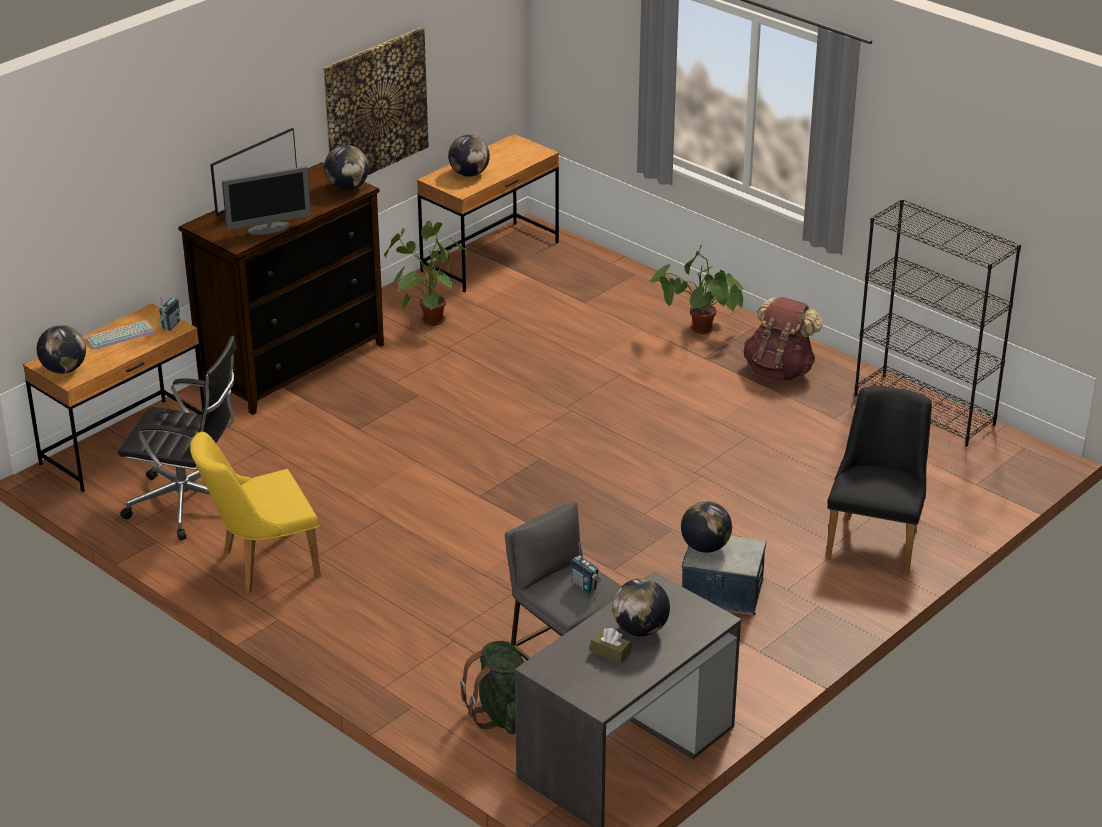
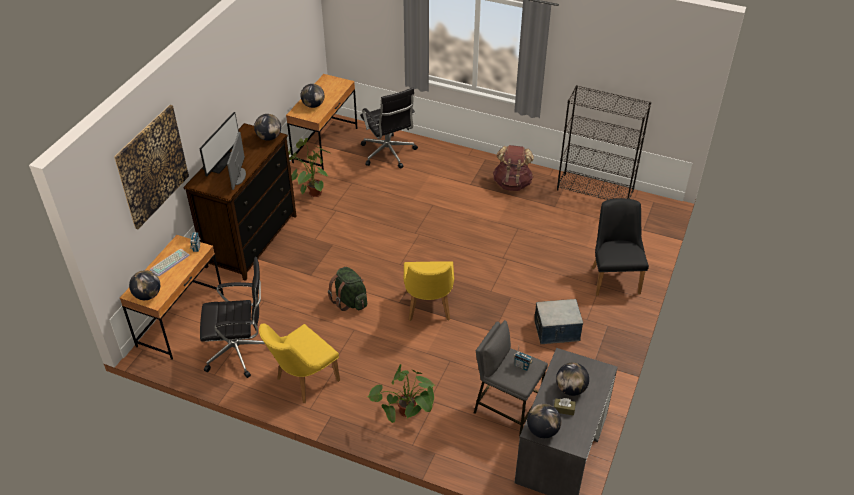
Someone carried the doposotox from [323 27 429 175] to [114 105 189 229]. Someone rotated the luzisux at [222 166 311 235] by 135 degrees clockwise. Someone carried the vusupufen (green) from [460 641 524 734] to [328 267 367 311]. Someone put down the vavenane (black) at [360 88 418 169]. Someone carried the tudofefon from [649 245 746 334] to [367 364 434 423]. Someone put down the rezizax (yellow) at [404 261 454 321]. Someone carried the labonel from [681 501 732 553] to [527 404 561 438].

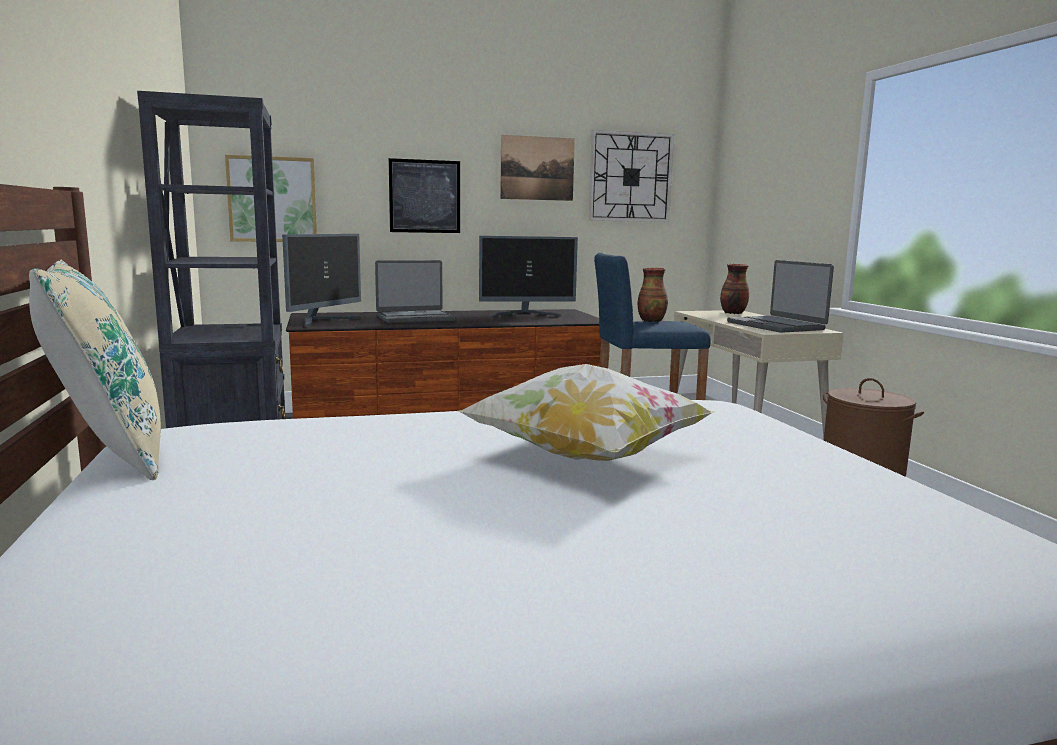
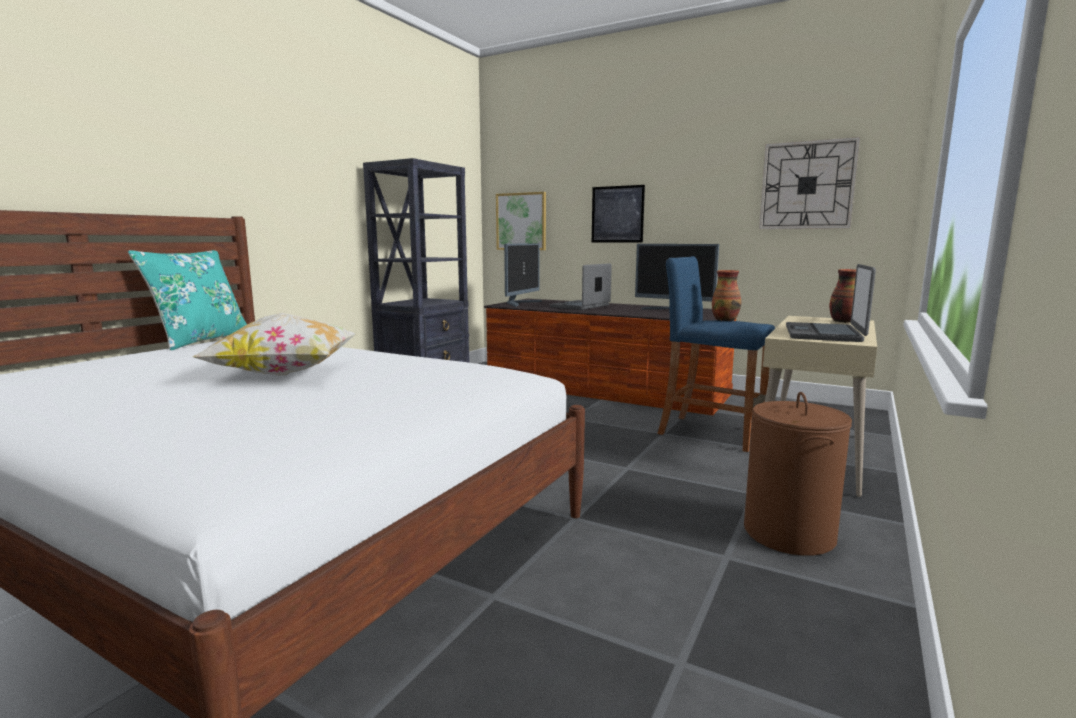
Someone repainted the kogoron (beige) at [29 260 161 480], which became the kogoron (turquoise) at [128 250 247 350]. Someone rotated the luzisux at [282 234 361 327] by 45 degrees counterclockwise. Someone rotated the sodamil at [375 260 456 323] by 105 degrees clockwise. Someone took away the doposotox at [500 135 575 201].

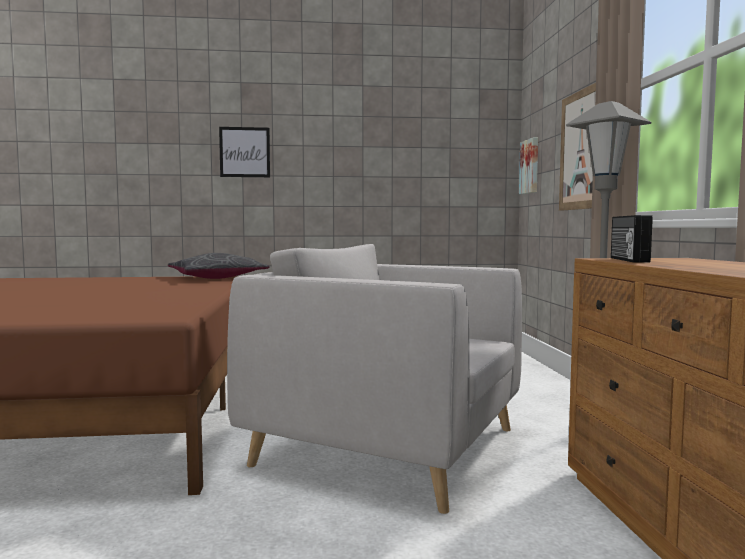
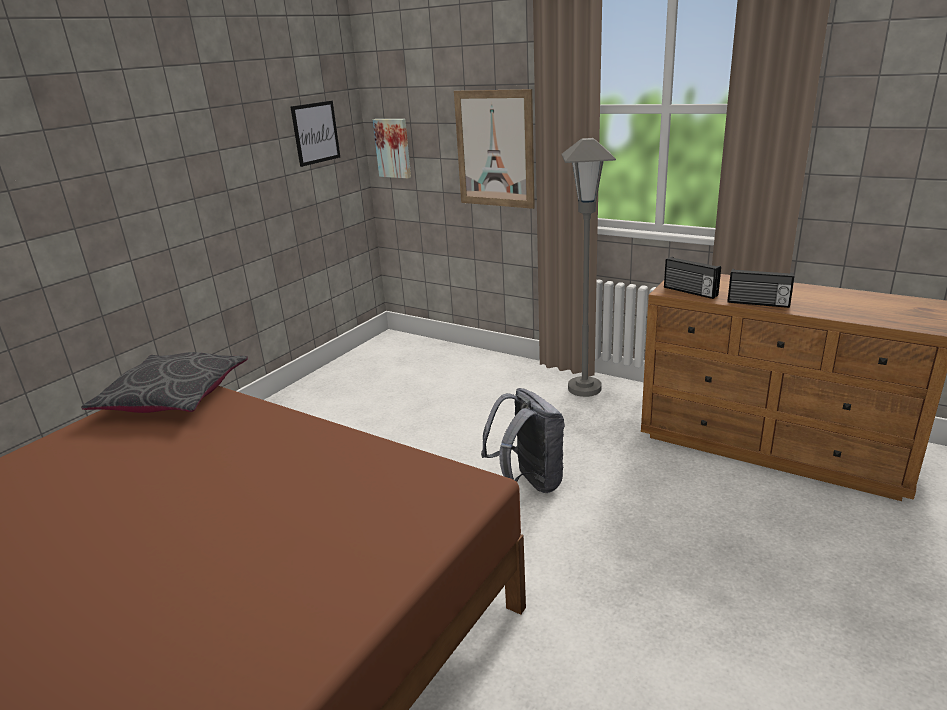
Someone carried the doposotox from [219 127 270 177] to [290 101 340 167]. Someone swapped the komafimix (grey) at [227 244 522 514] for the vusupufen (grey) at [481 388 565 493]. Someone put down the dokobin at [727 269 794 308].

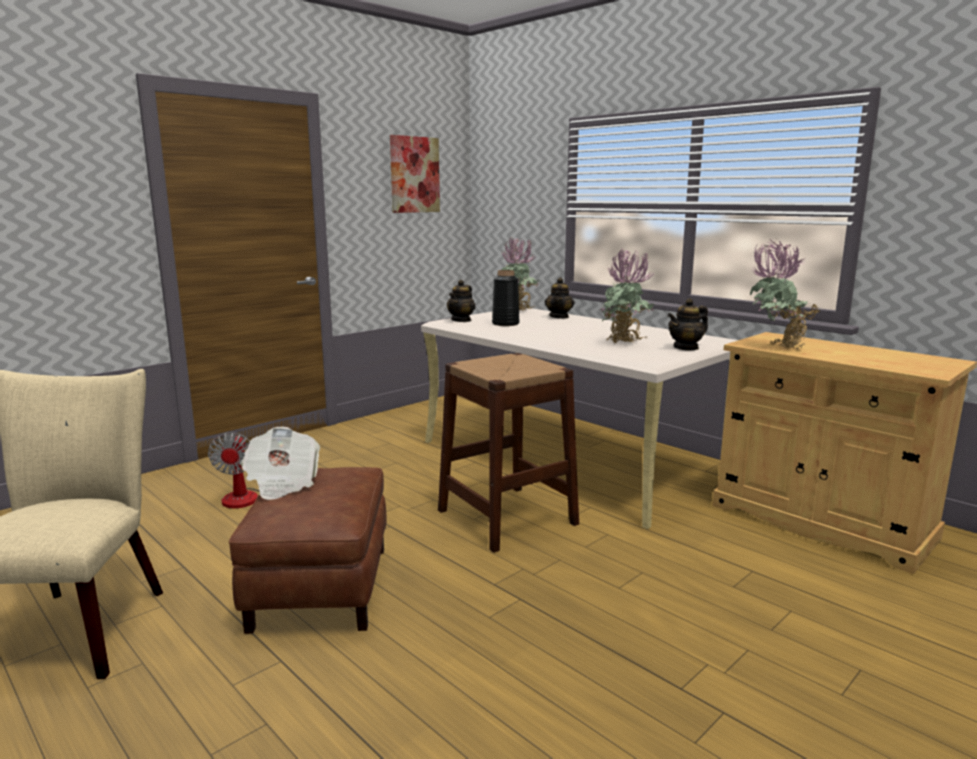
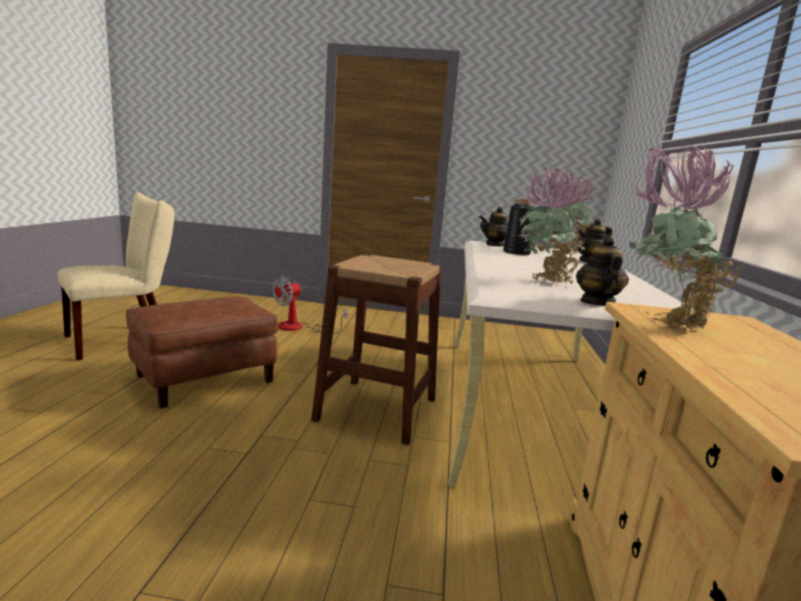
Someone rotated the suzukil at [667 298 708 351] by 75 degrees clockwise. Someone took away the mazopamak at [241 427 320 500]. Someone took away the doposotox at [390 135 440 213].

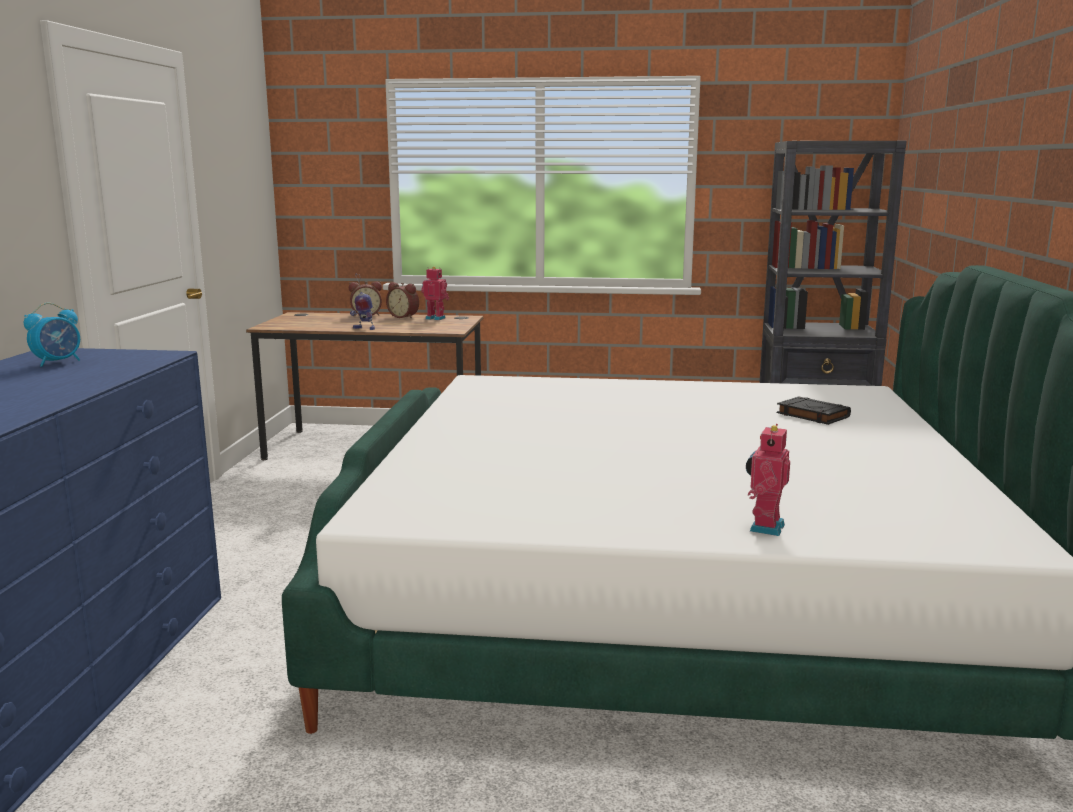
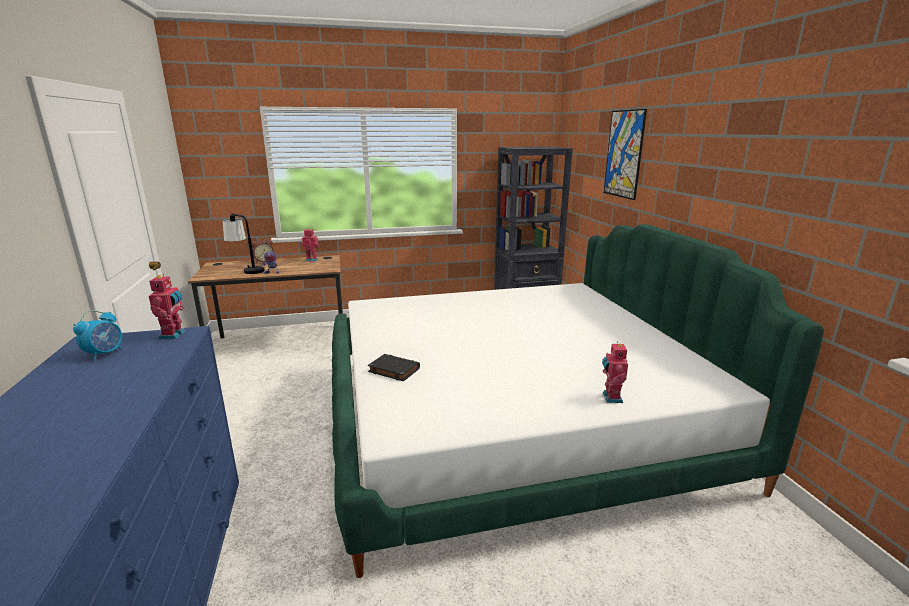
Someone put down the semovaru at [149 274 185 339]. Someone put down the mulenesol at [223 213 265 274]. Someone carried the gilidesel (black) from [777 397 851 425] to [368 354 420 382]. Someone put up the doposotox at [604 109 647 200]. Someone took away the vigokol at [386 282 419 319].

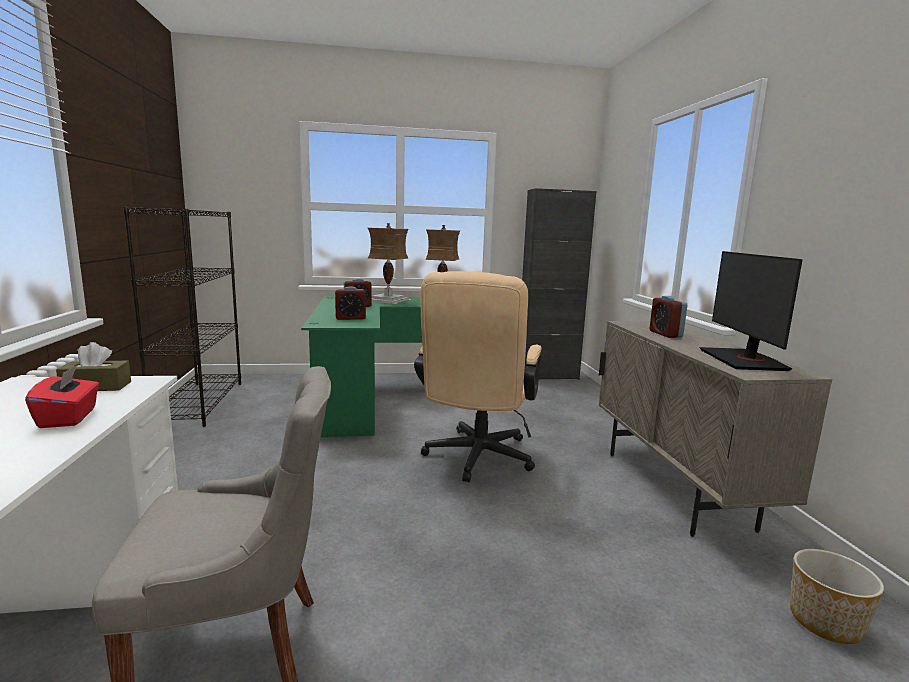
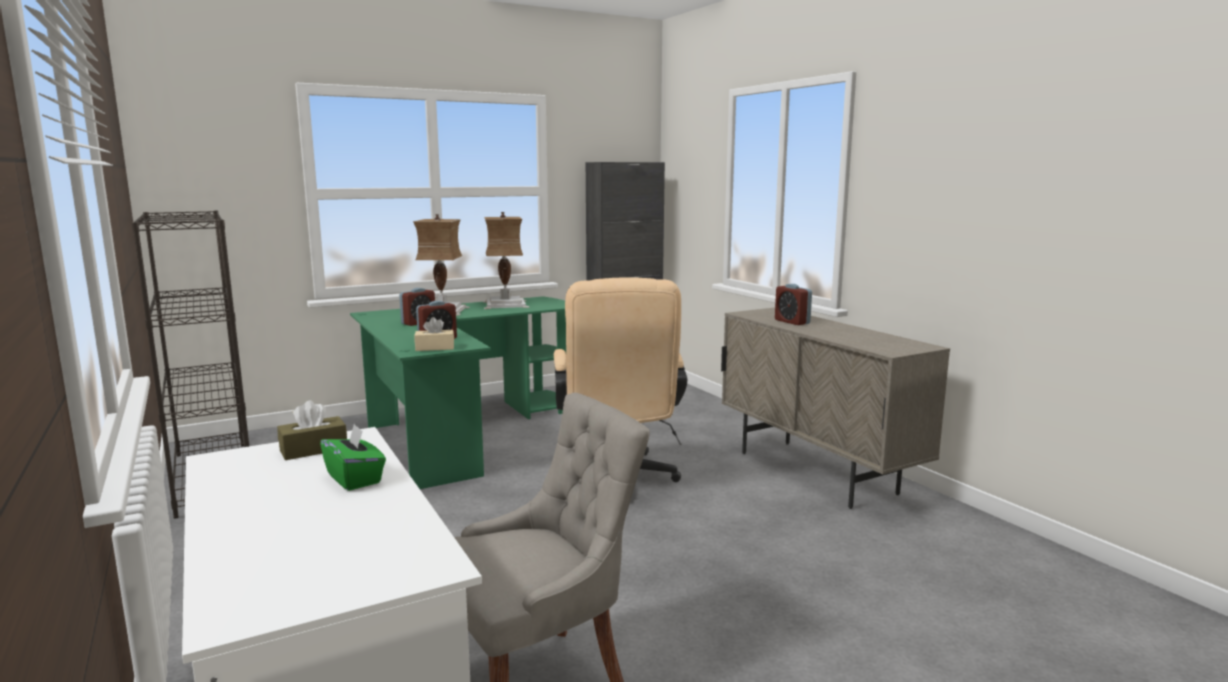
Someone repainted the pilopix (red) at [25 365 99 428], which became the pilopix (green) at [320 424 386 491]. Someone put down the pilopix (beige) at [414 317 454 351]. Someone took away the luzisux at [699 251 803 371]. Someone took away the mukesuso at [790 549 884 644].

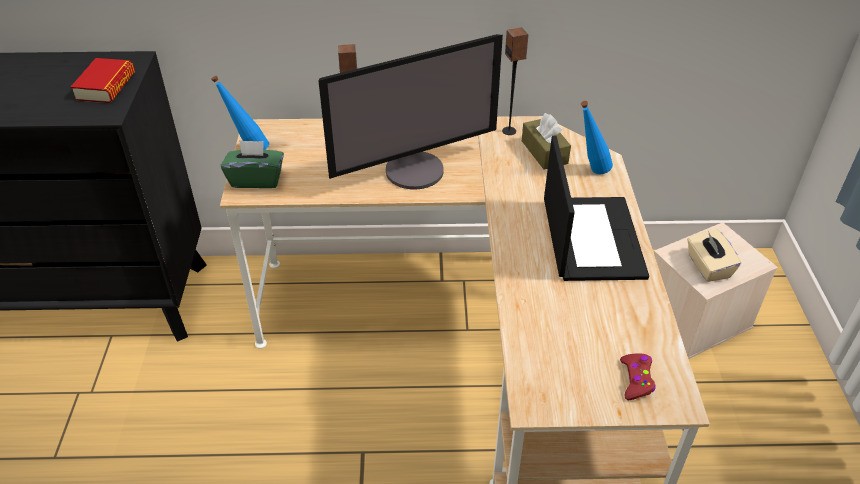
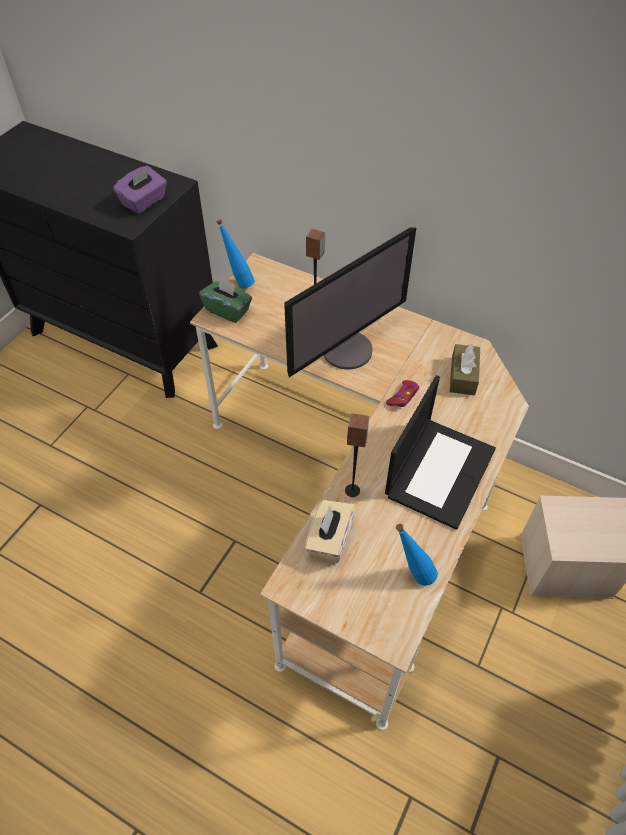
Someone swapped the gilidesel at [71 58 135 103] for the pilopix (purple) at [113 166 167 214]. Someone rotated the luzisux at [319 34 503 190] by 45 degrees counterclockwise. Someone carried the pilopix (beige) from [687 228 741 282] to [305 500 356 563]. Someone carried the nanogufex from [502 27 529 135] to [345 413 369 497]. Someone carried the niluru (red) from [620 353 656 400] to [386 380 419 407]. Someone carried the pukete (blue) from [581 101 613 174] to [396 524 438 586].

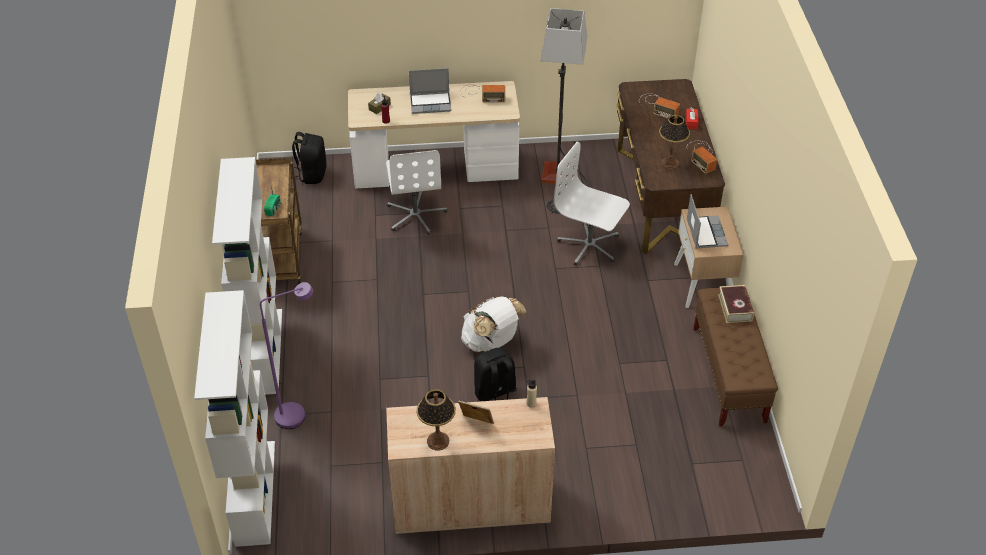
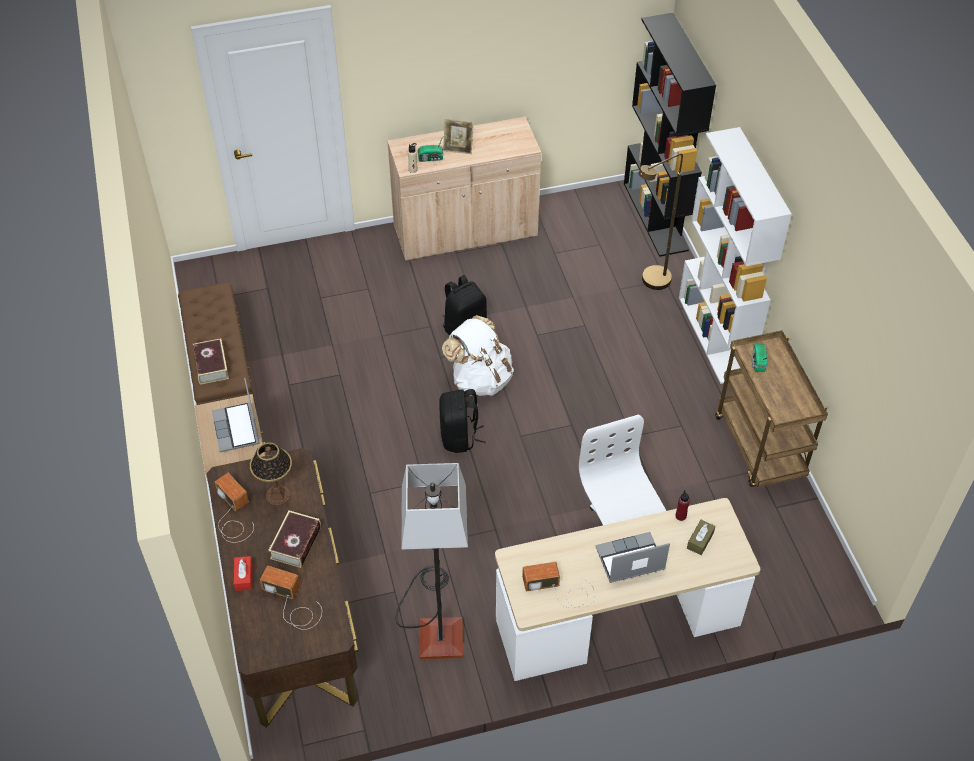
Someone put down the gilidesel at [268 511 321 568]. Someone put down the dokobin at [418 135 444 162]. Someone carried the vusupufen (black) from [291 132 327 184] to [439 389 486 453]. Someone repainted the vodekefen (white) at [194 290 275 547], which became the vodekefen (black) at [624 13 716 257]. Someone repainted the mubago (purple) at [260 282 313 429], which became the mubago (brown) at [638 153 683 290]. Someone took away the mulenesol at [417 389 456 450]. Someone took away the vavenane (white) at [554 142 630 265].

